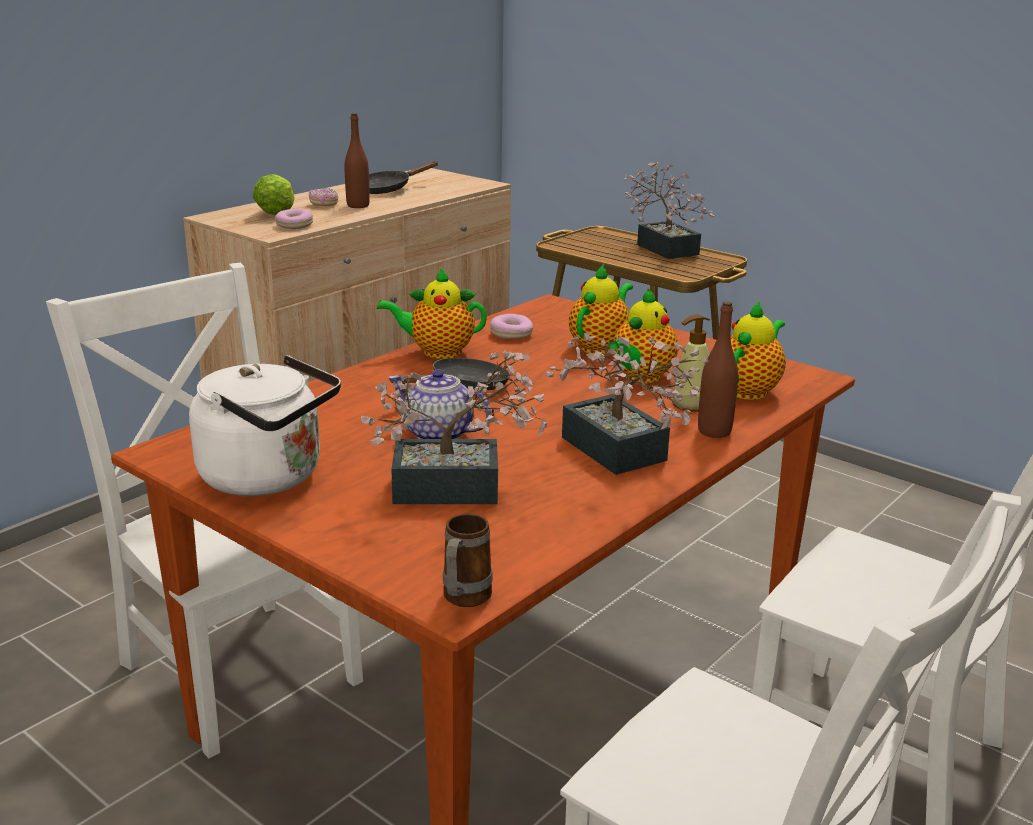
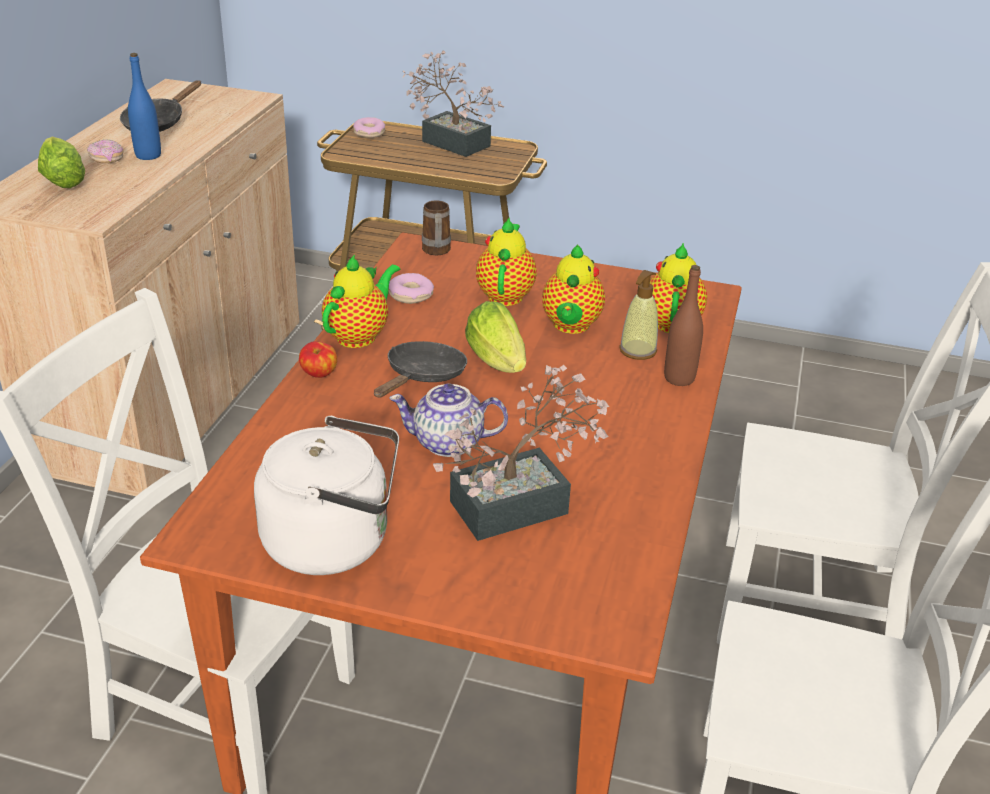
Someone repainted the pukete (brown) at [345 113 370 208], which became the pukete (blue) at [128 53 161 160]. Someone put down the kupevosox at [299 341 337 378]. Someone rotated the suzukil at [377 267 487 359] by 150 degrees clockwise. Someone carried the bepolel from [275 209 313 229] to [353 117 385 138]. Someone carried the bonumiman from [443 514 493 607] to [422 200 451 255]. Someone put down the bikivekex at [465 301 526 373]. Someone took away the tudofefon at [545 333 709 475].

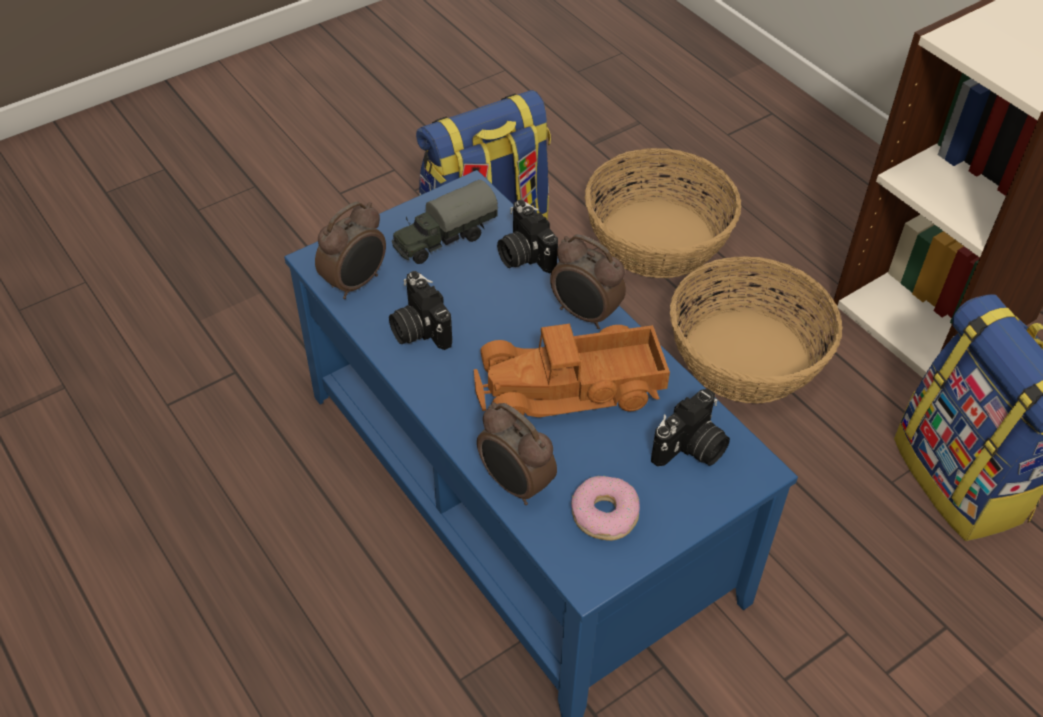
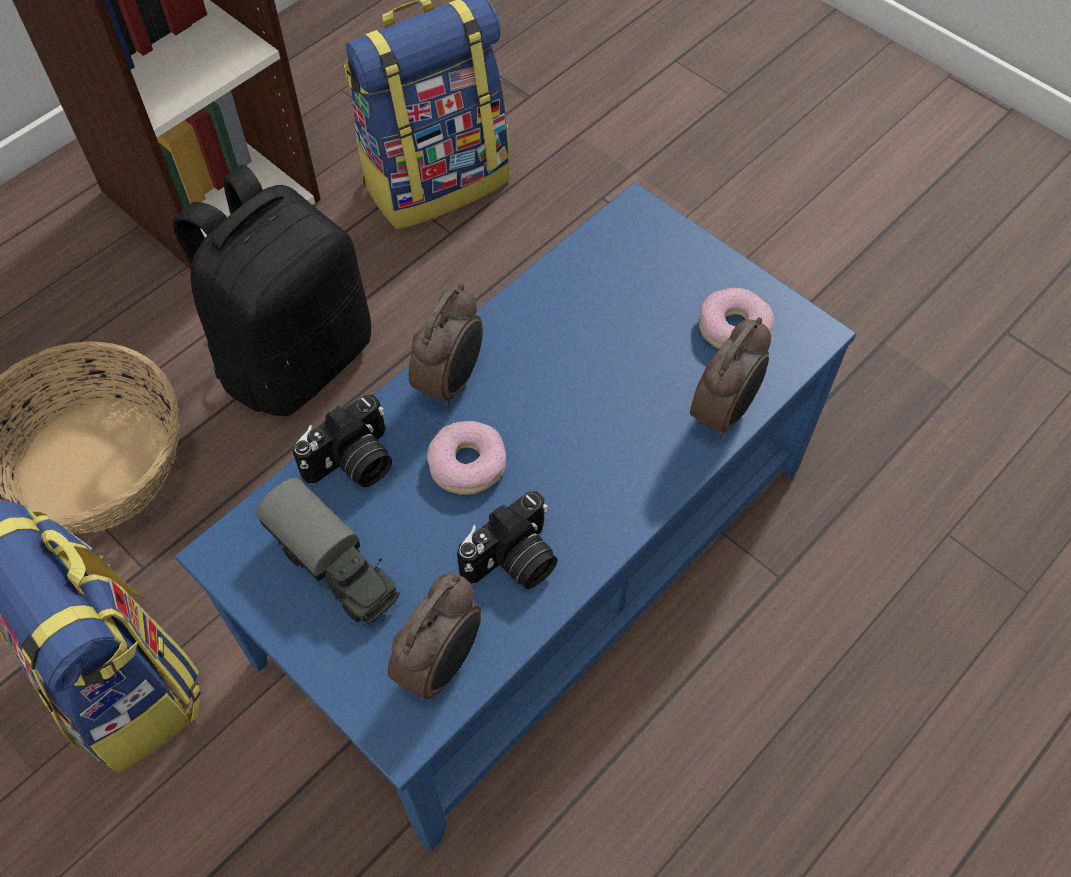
Someone swapped the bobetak at [670 256 843 404] for the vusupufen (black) at [172 164 371 416]. Someone rotated the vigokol at [315 201 386 299] by 90 degrees clockwise. Someone put down the bepolel at [426 421 506 495]. Someone took away the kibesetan at [474 324 670 417]. Someone took away the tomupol at [651 389 730 467].

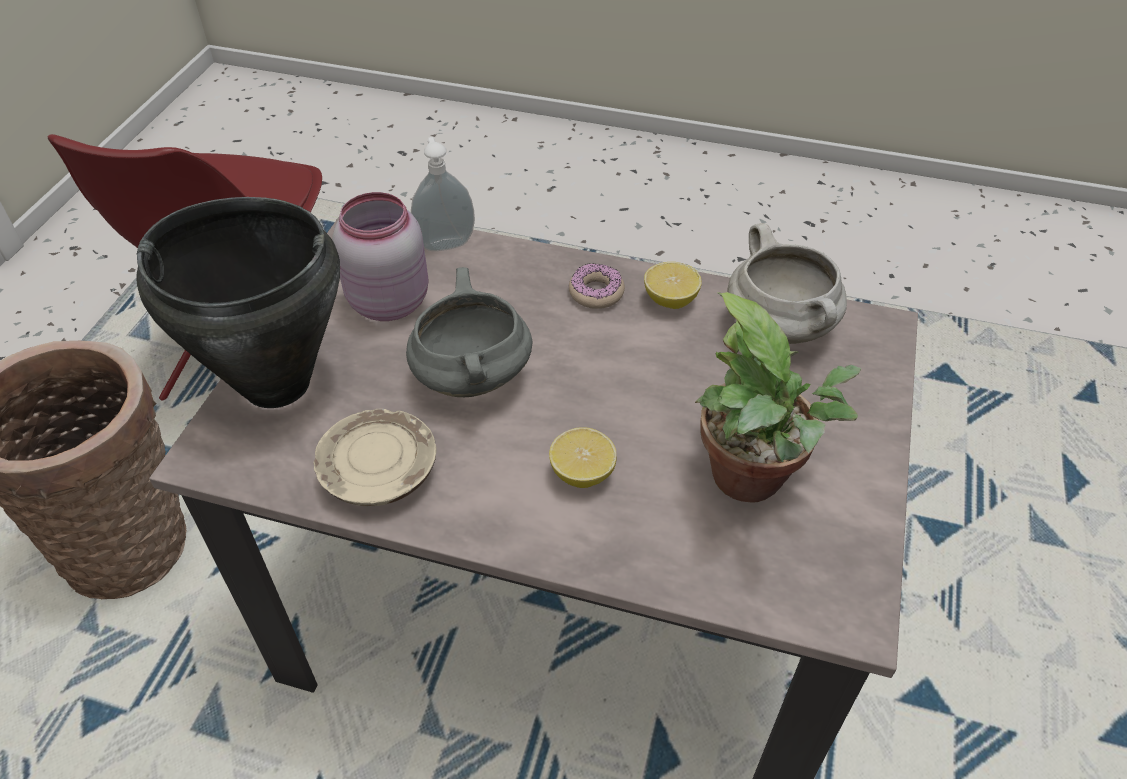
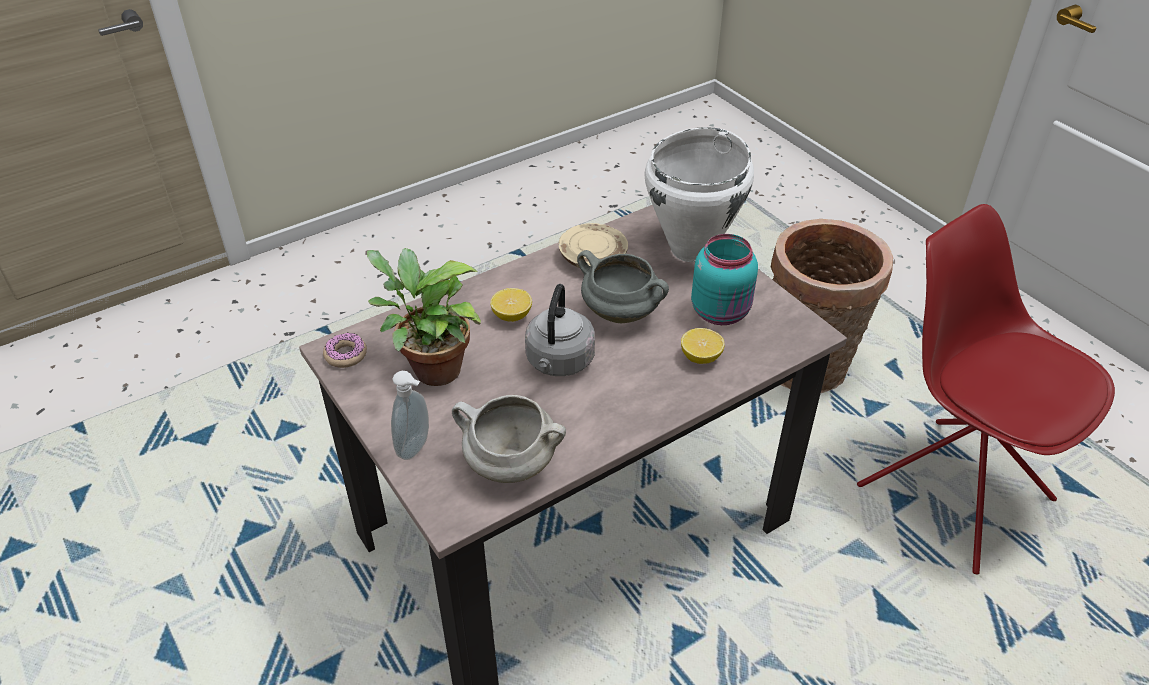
Someone carried the bepolel from [569 263 625 309] to [323 332 367 368]. Someone carried the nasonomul from [411 137 475 251] to [391 371 429 460]. Someone put down the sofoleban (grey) at [525 284 595 376]. Someone repainted the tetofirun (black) at [136 197 340 408], which became the tetofirun (white) at [644 127 754 262]. Someone carried the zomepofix from [644 262 702 309] to [681 328 724 364]. Someone repainted the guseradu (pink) at [332 192 428 321], which became the guseradu (turquoise) at [691 234 758 325].

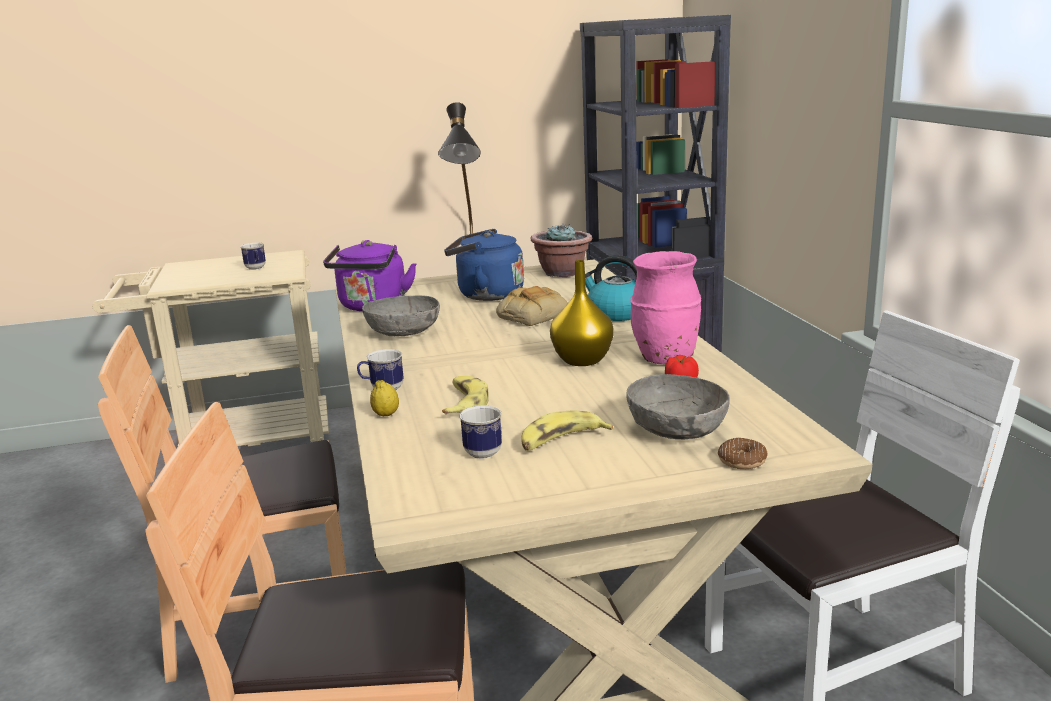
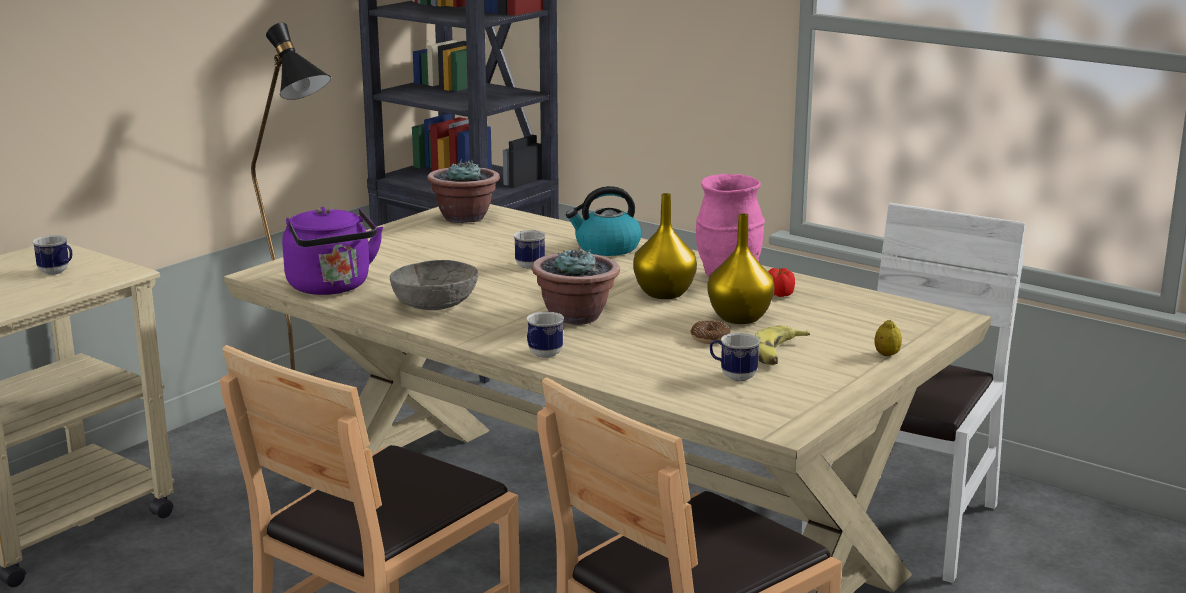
Someone swapped the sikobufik at [496 286 568 326] for the bonumiman at [514 230 545 269]. Someone put down the tudofefon at [532 246 620 325]. Someone carried the bepolel from [718 438 768 469] to [690 320 730 344]. Someone put down the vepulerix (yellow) at [707 213 775 324]. Someone carried the zomepofix from [370 380 399 416] to [875 320 902 356]. Someone took away the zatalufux at [442 376 489 414]. Someone took away the sofoleban (blue) at [444 229 524 301]. Someone took away the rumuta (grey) at [626 374 730 439].

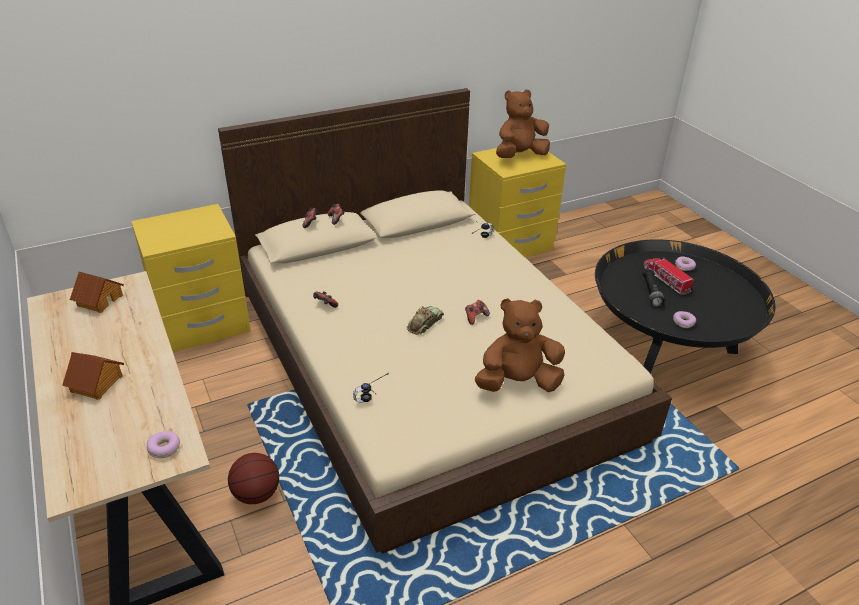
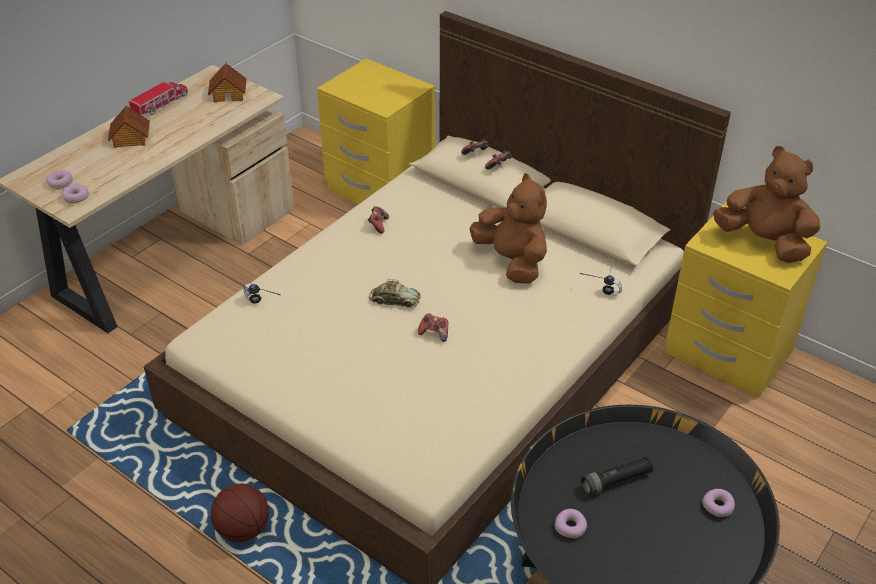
Someone put down the bepolel at [46 170 73 189]. Someone carried the kibesetan from [643 258 694 295] to [129 82 188 118]. Someone carried the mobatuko from [228 453 279 504] to [211 484 269 542]. Someone carried the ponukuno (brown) from [475 298 565 392] to [470 173 547 284].

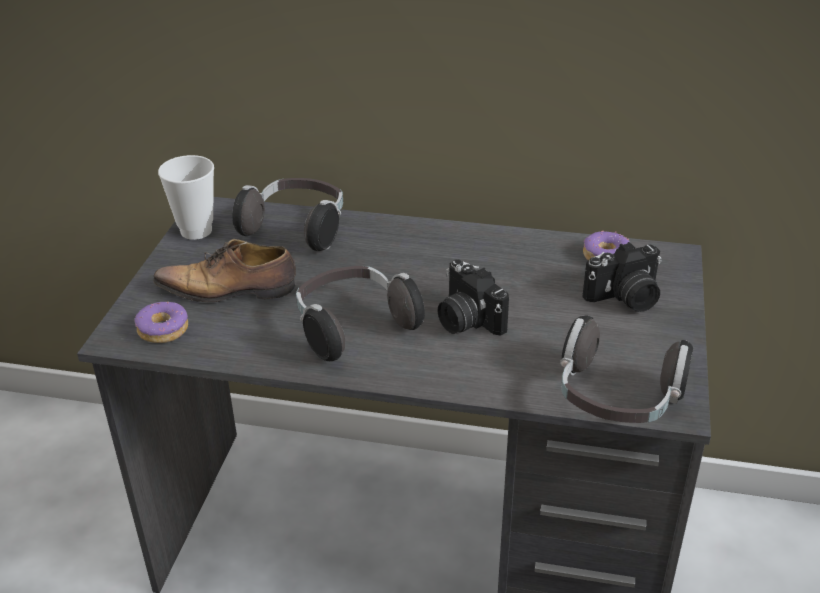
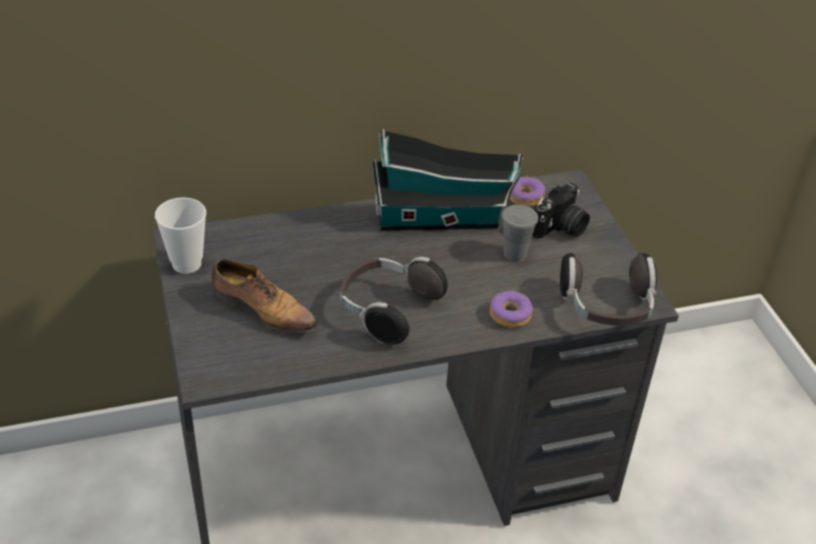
Someone rotated the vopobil at [153 239 296 302] by 120 degrees counterclockwise. Someone put down the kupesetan at [372 129 523 231]. Someone carried the bepolel from [134 302 188 343] to [490 291 533 327]. Someone put down the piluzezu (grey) at [502 205 538 262]. Someone took away the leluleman at [232 178 343 251]. Someone took away the tomupol at [437 259 509 336].

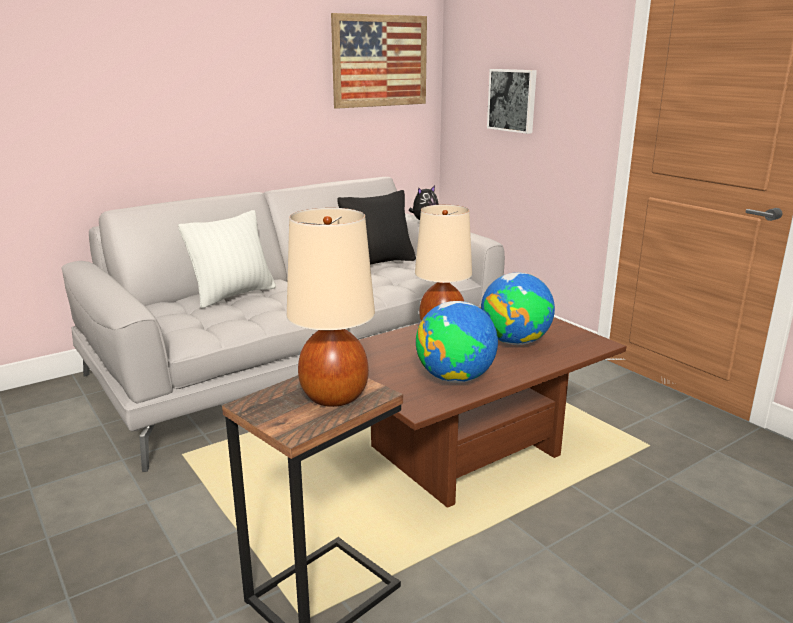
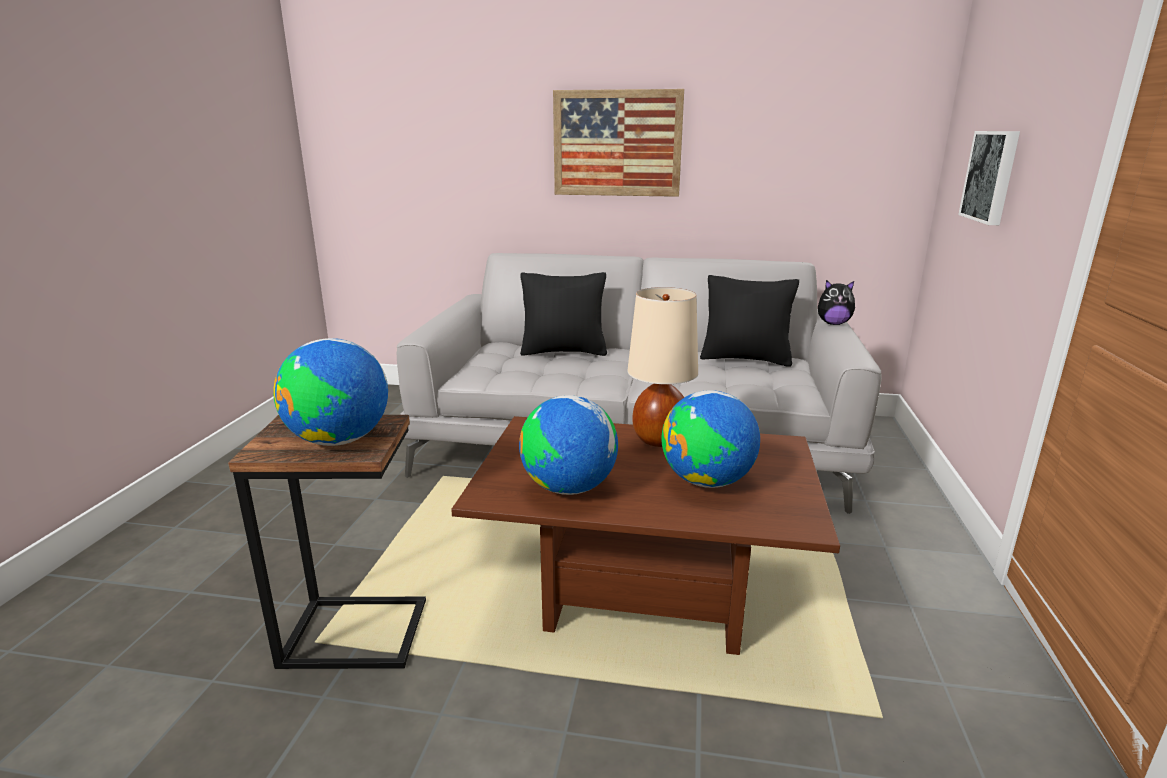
Someone swapped the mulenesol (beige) at [287 208 375 407] for the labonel at [273 338 388 446]. Someone repainted the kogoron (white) at [178 210 276 309], which became the kogoron (black) at [520 272 607 356]. Someone carried the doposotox from [331 13 427 109] to [553 89 684 197].

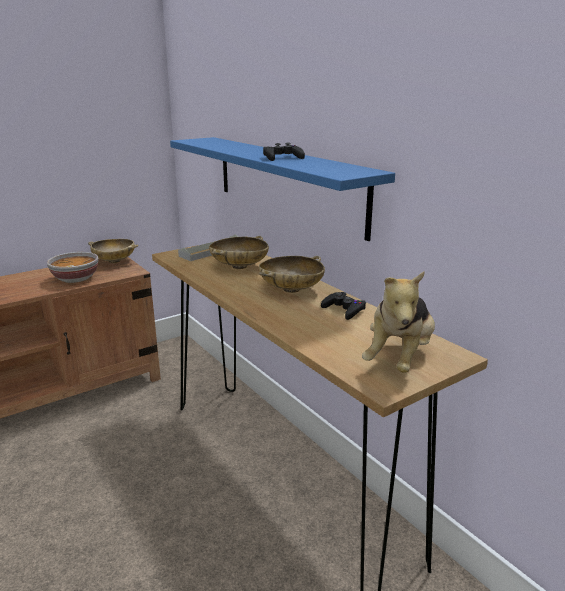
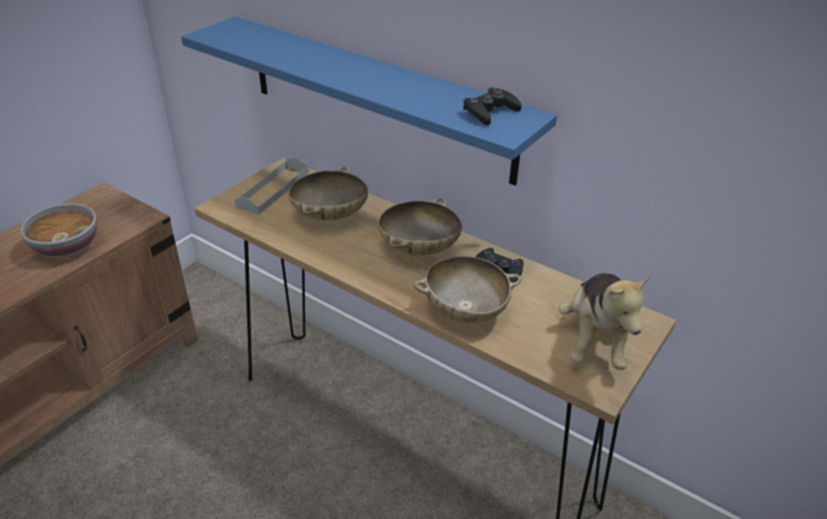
Someone carried the rumuta (beige) from [88 239 138 263] to [414 256 521 323]. Someone carried the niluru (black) from [263 142 305 161] to [463 88 522 126].

